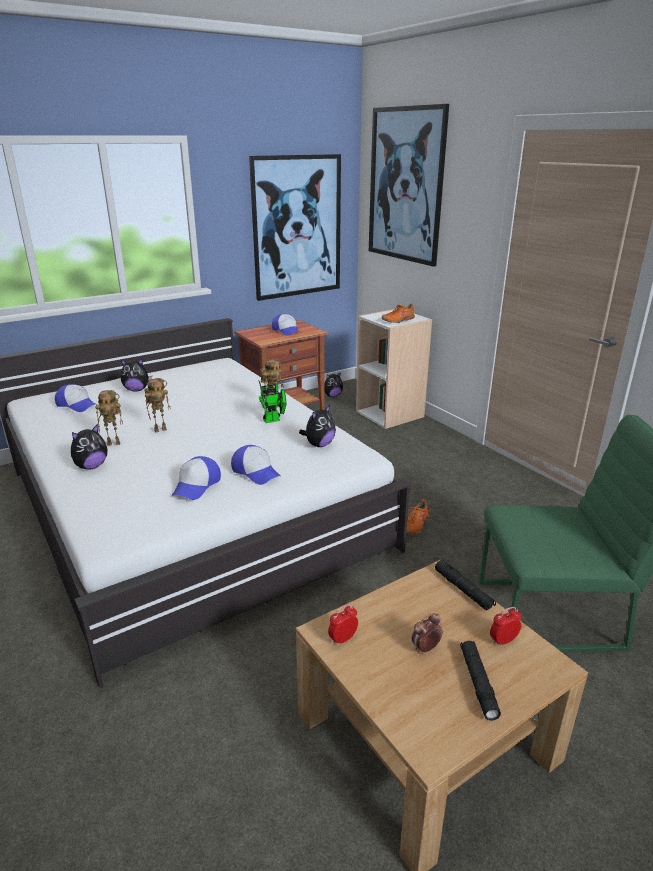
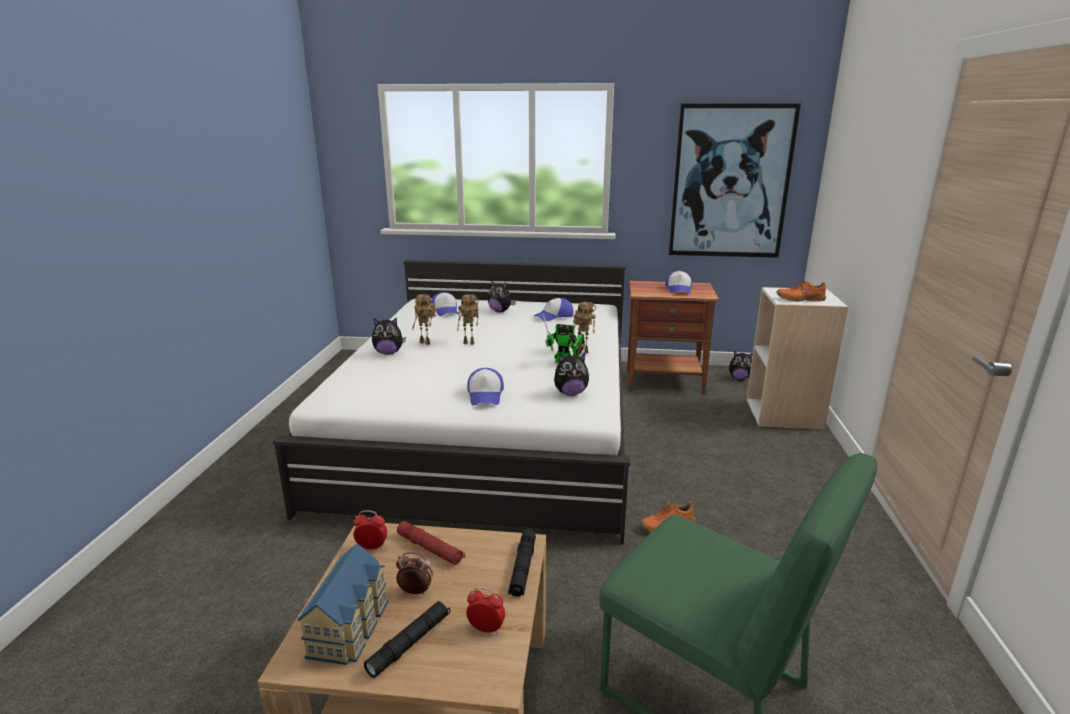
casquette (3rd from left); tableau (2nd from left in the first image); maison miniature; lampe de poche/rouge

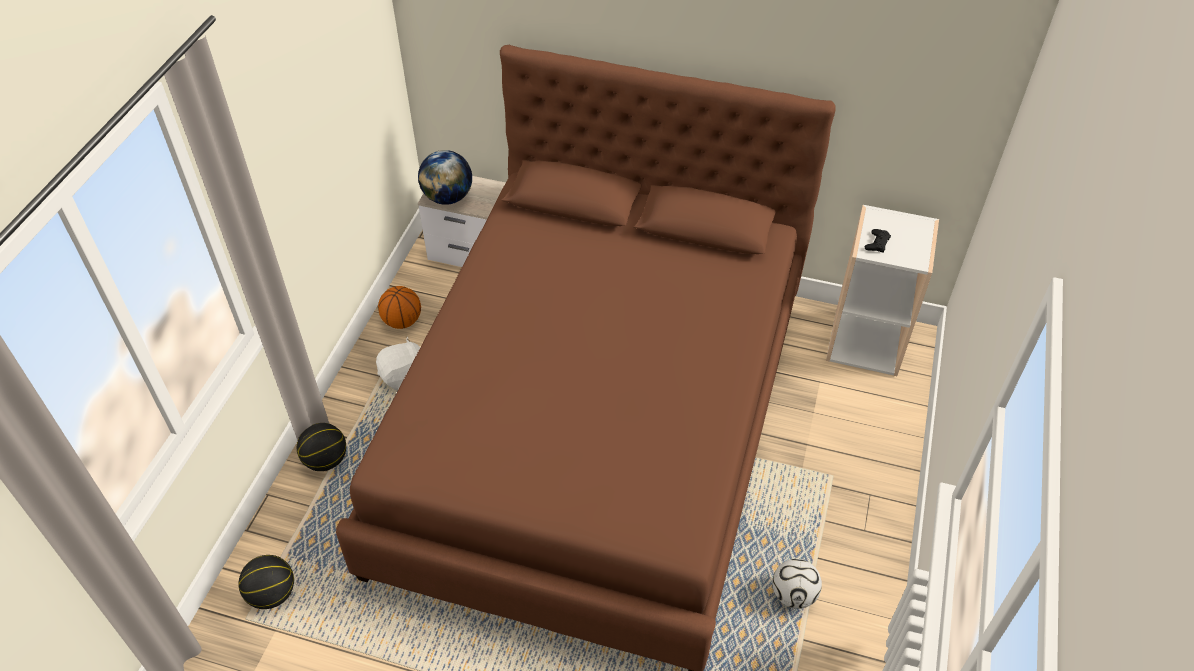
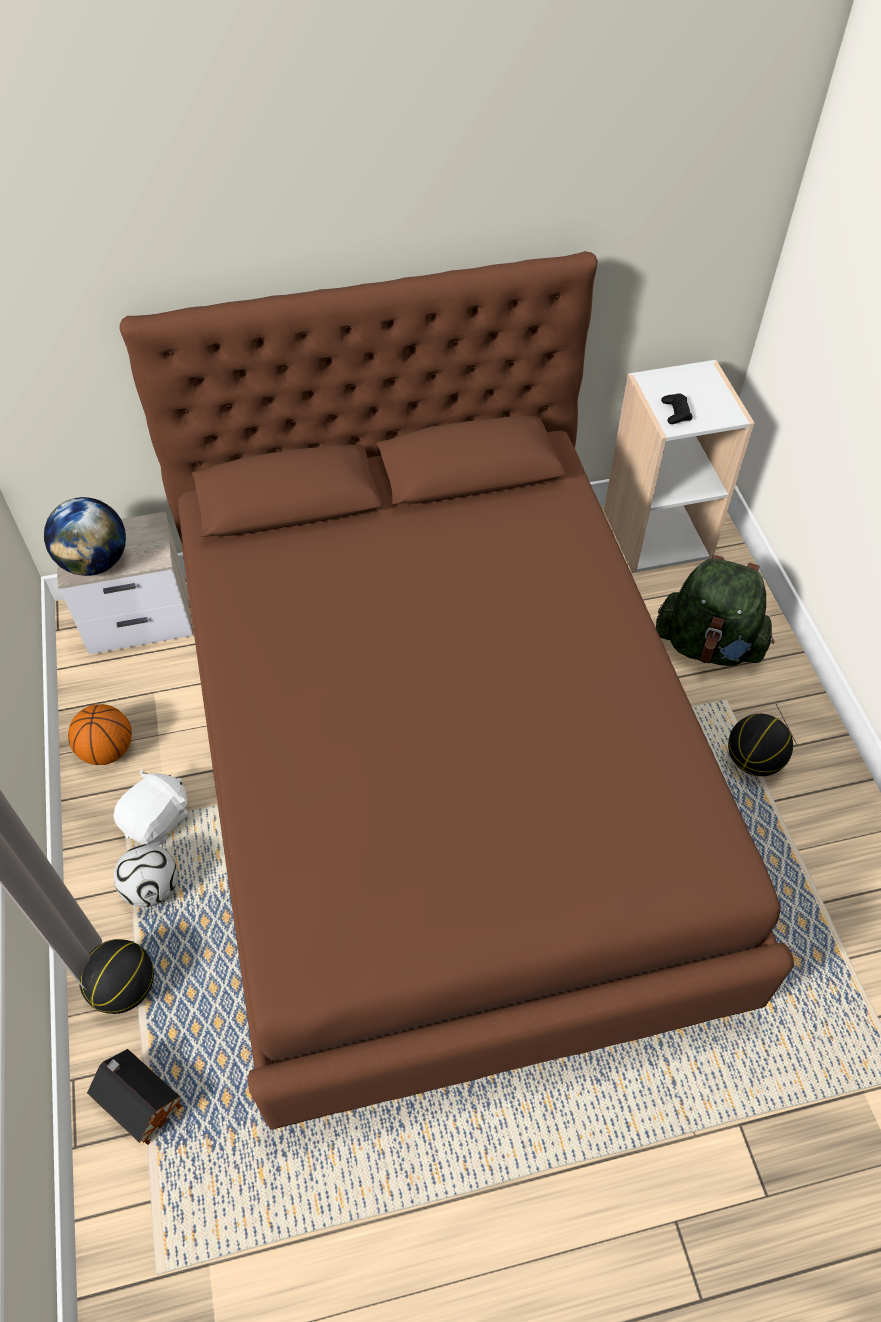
ballon de basket (3rd from left); ballon de foot; maison miniature; sac à dos/vert

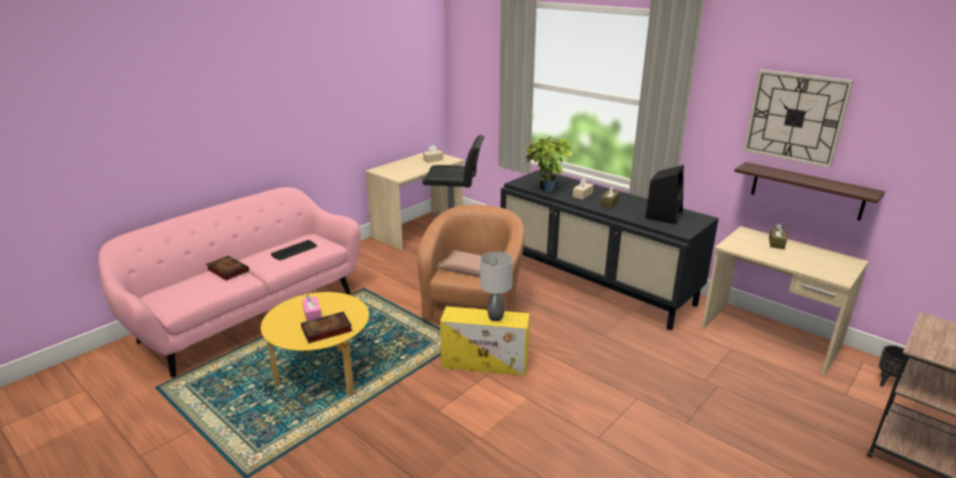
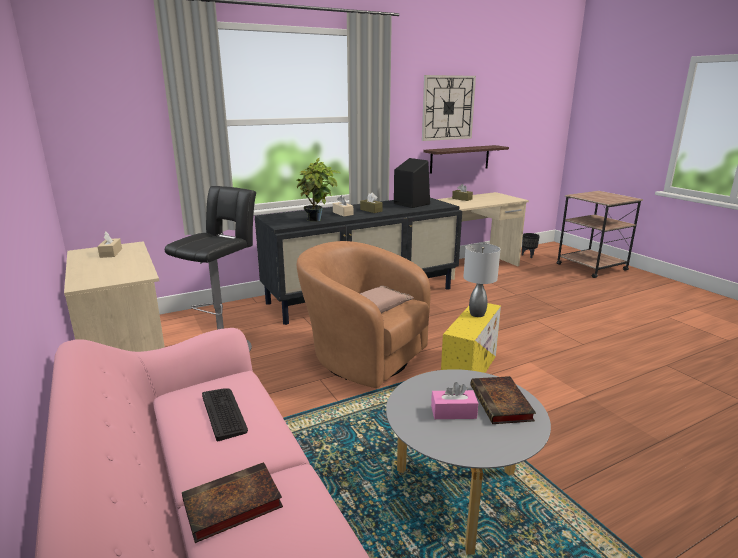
table basse/gris

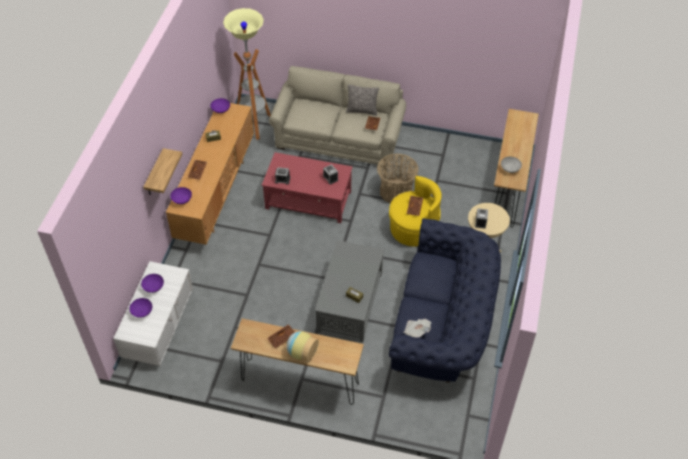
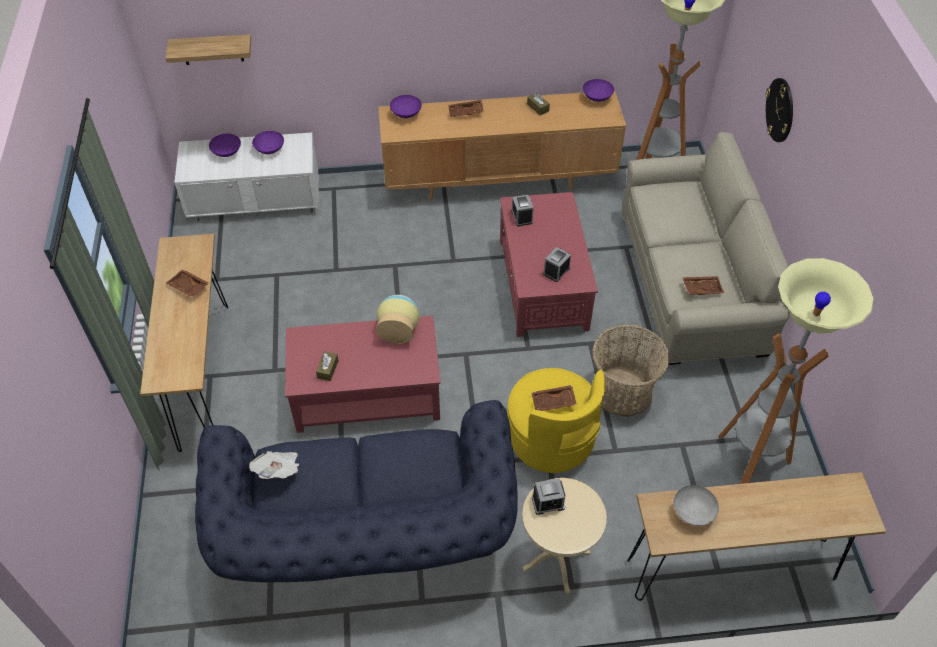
étagère; vase; table basse/rouge (1st from left); coussin; lampadaire (2nd from left); horloge murale

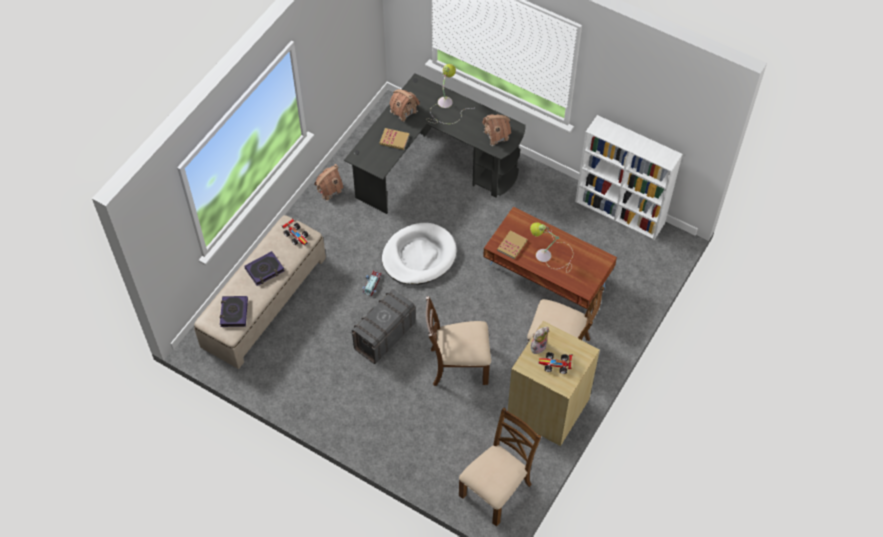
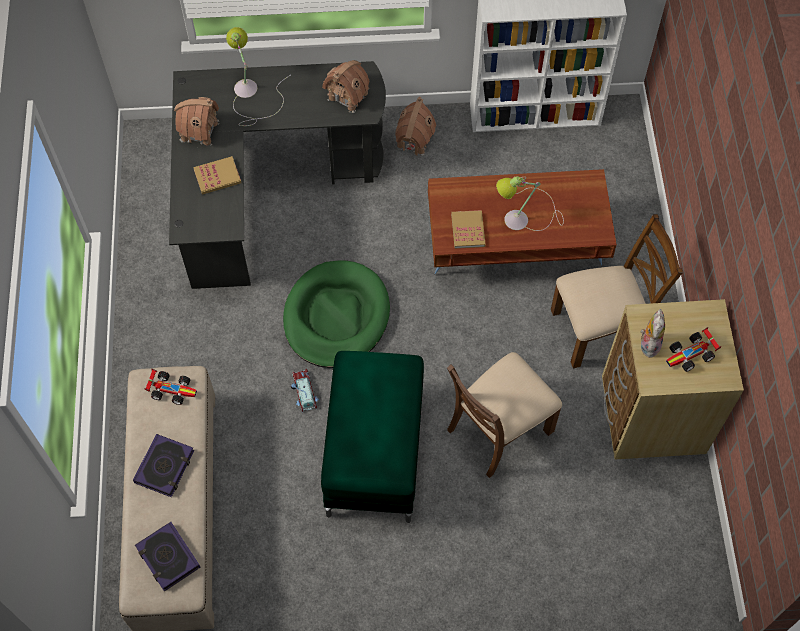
maison miniature (3rd from left); pouf/vert; panier pour chien/vert; chaise/marron (2nd from left in the first image)

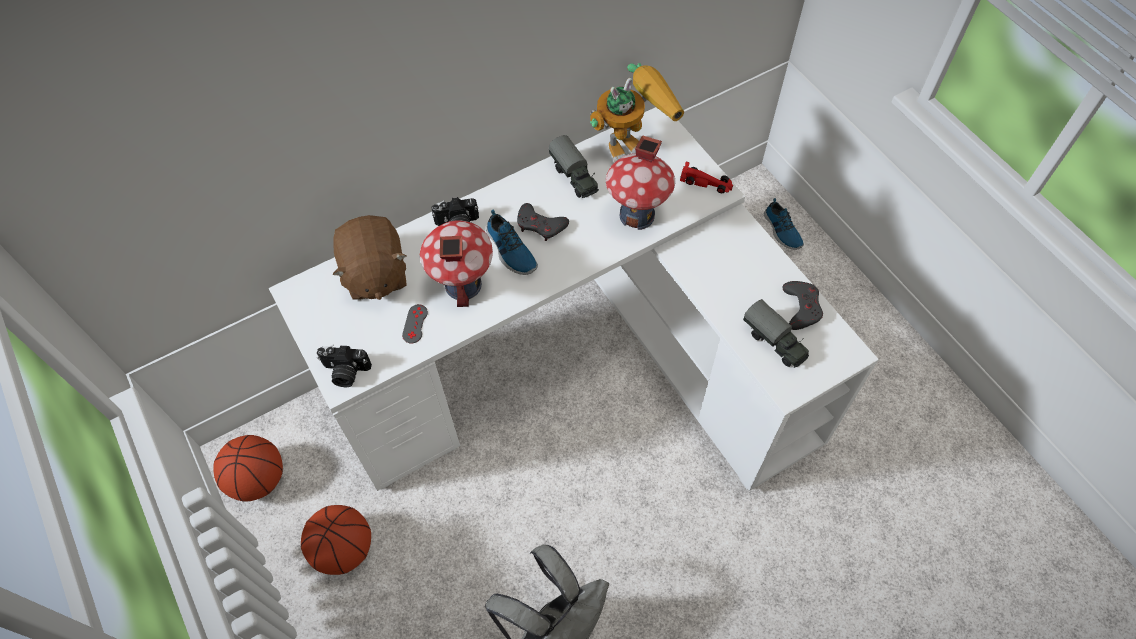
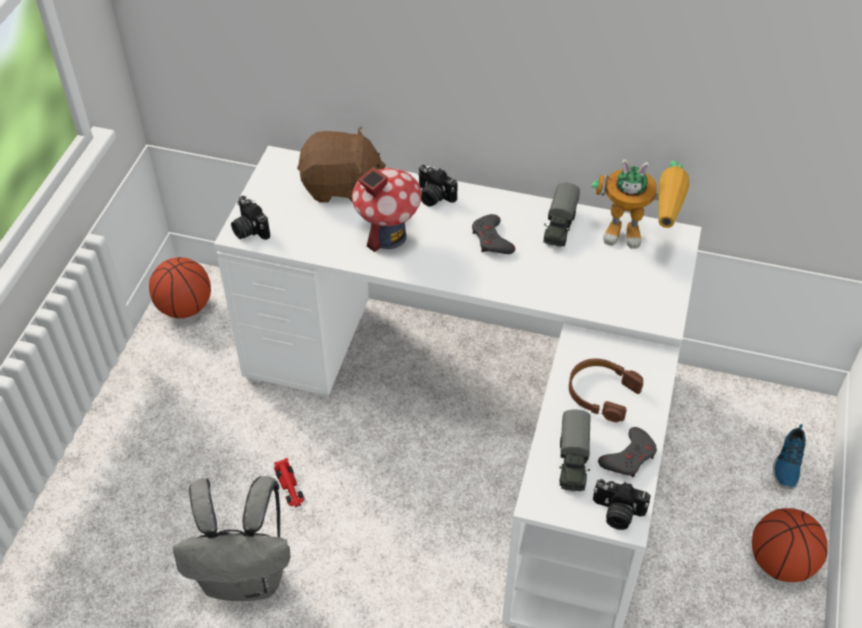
ballon de basket (2nd from left); peluche/marron; manette/gris (1st from left in the first image); chaussure (1st from left in the first image); maison miniature (2nd from left in the first image); petite voiture/rouge; casque audio/marron; appareil photo (3rd from left)

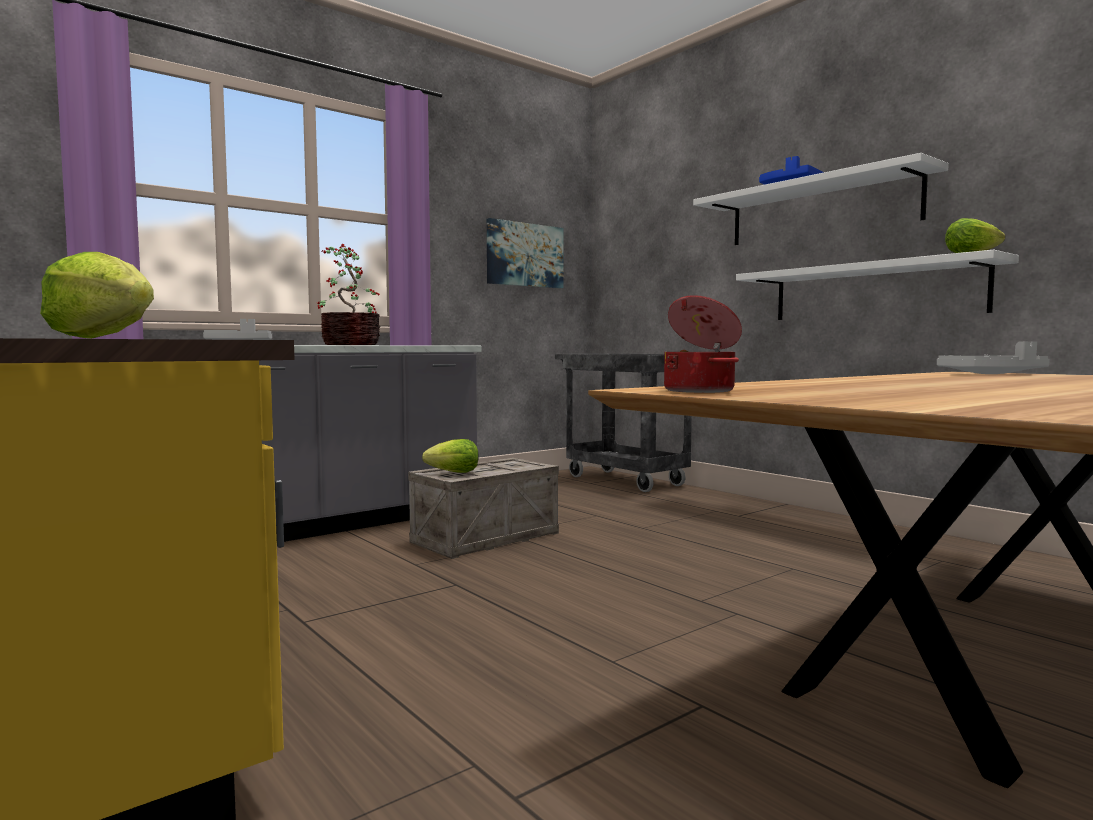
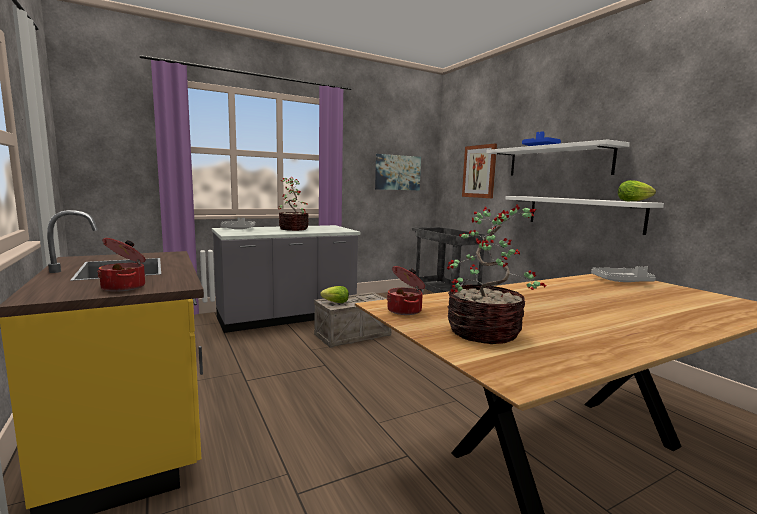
marmite (1st from left); plante en pot (2nd from left); tableau (2nd from left)

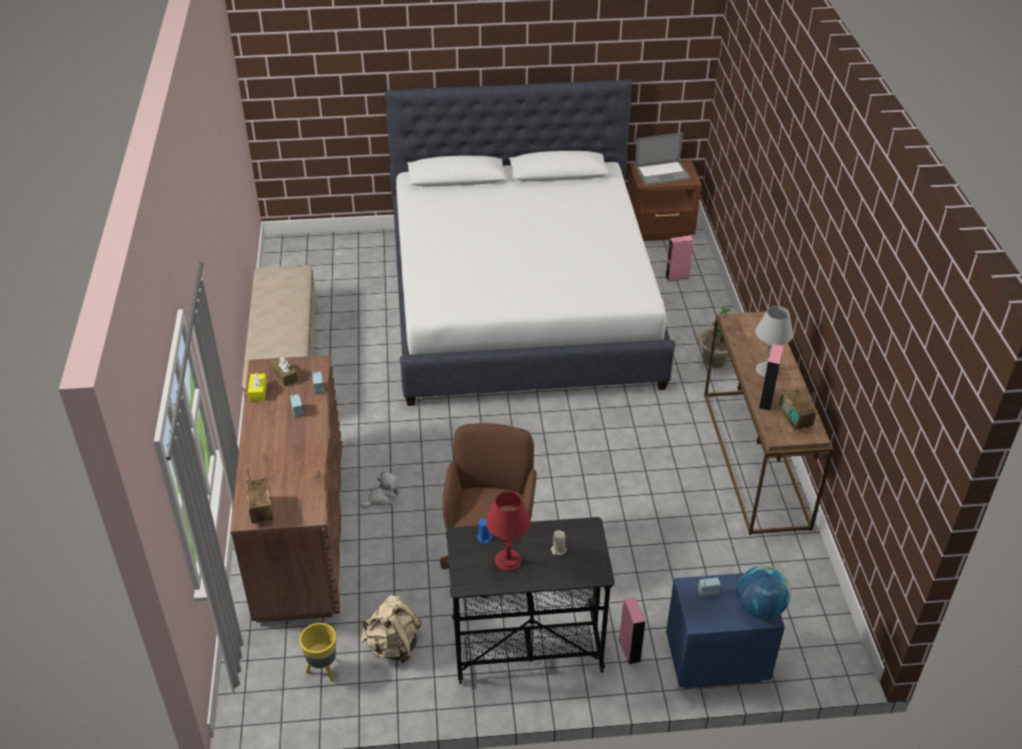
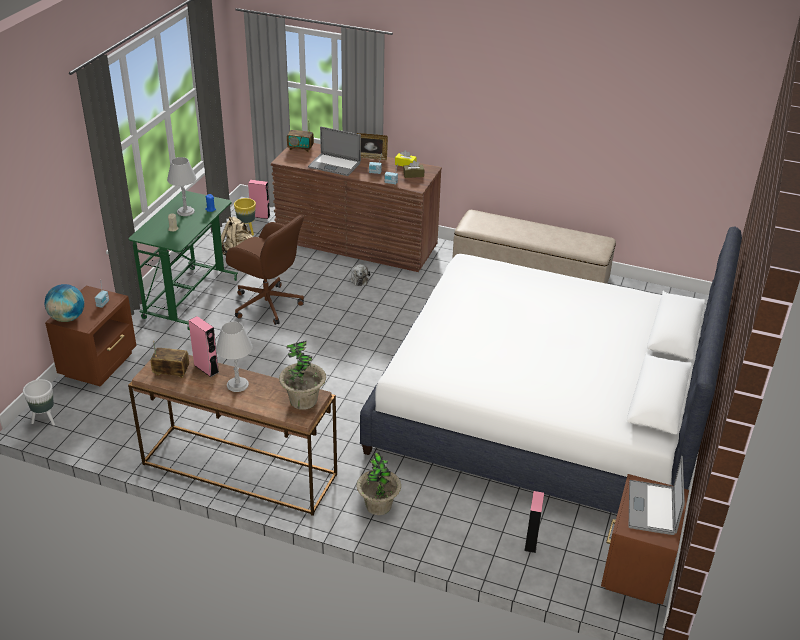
bureau/vert; lampe de table/gris (1st from left); enceinte/rose (2nd from left); table de chevet/marron (1st from left); cache-pot/blanc; plante en pot (1st from left); ordinateur portable (1st from left); cadre photo

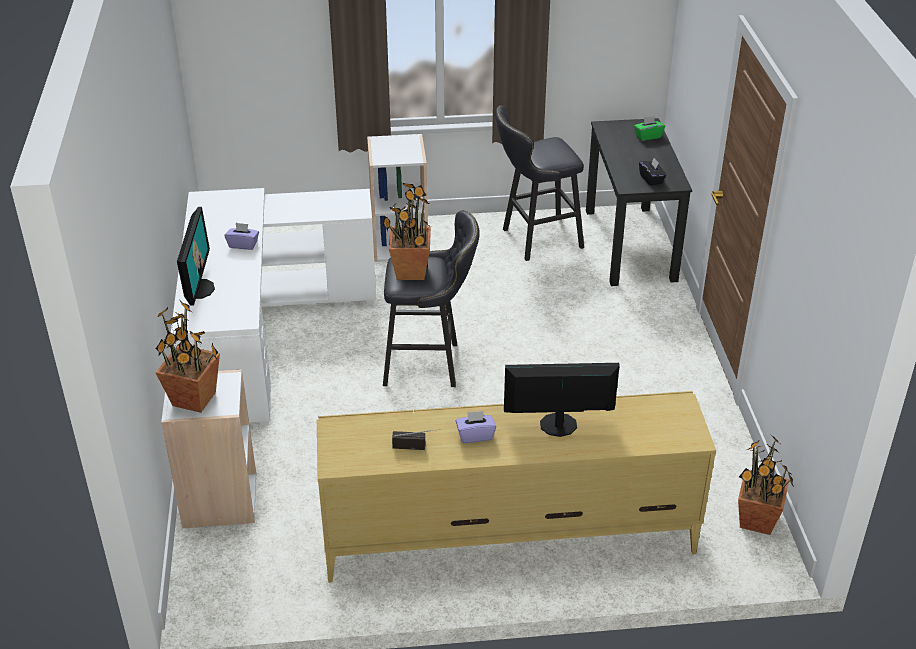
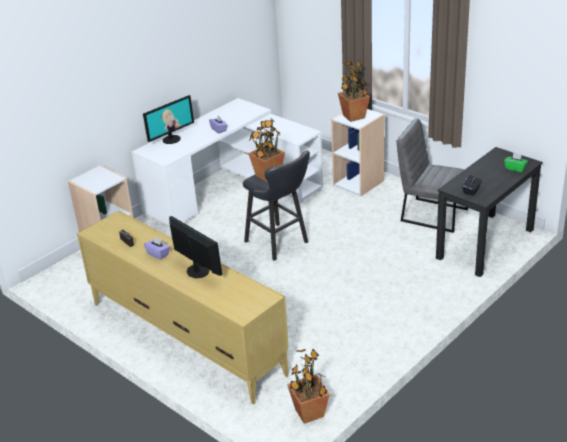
plante en pot (3rd from left); chaise/gris

